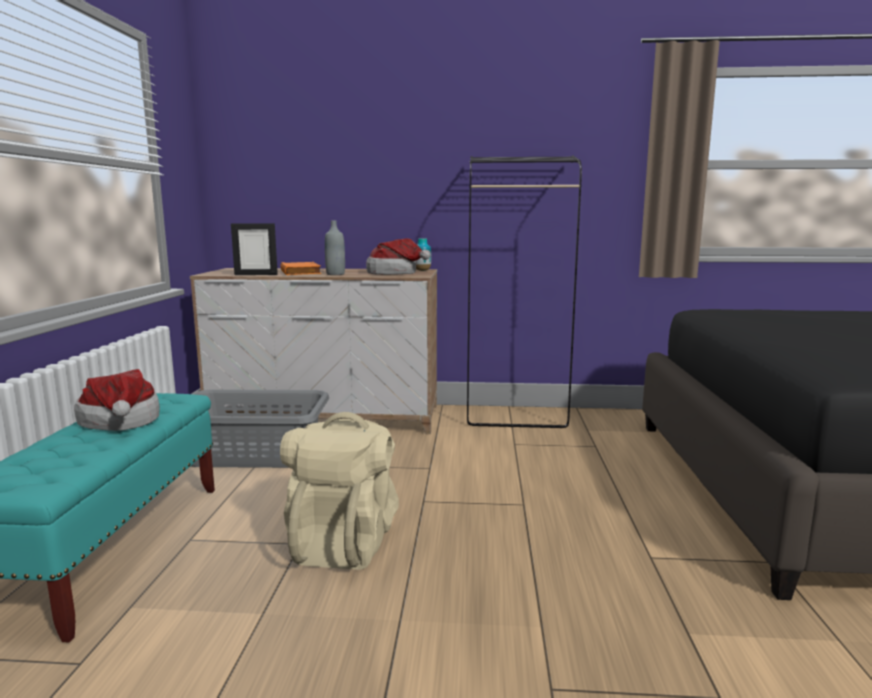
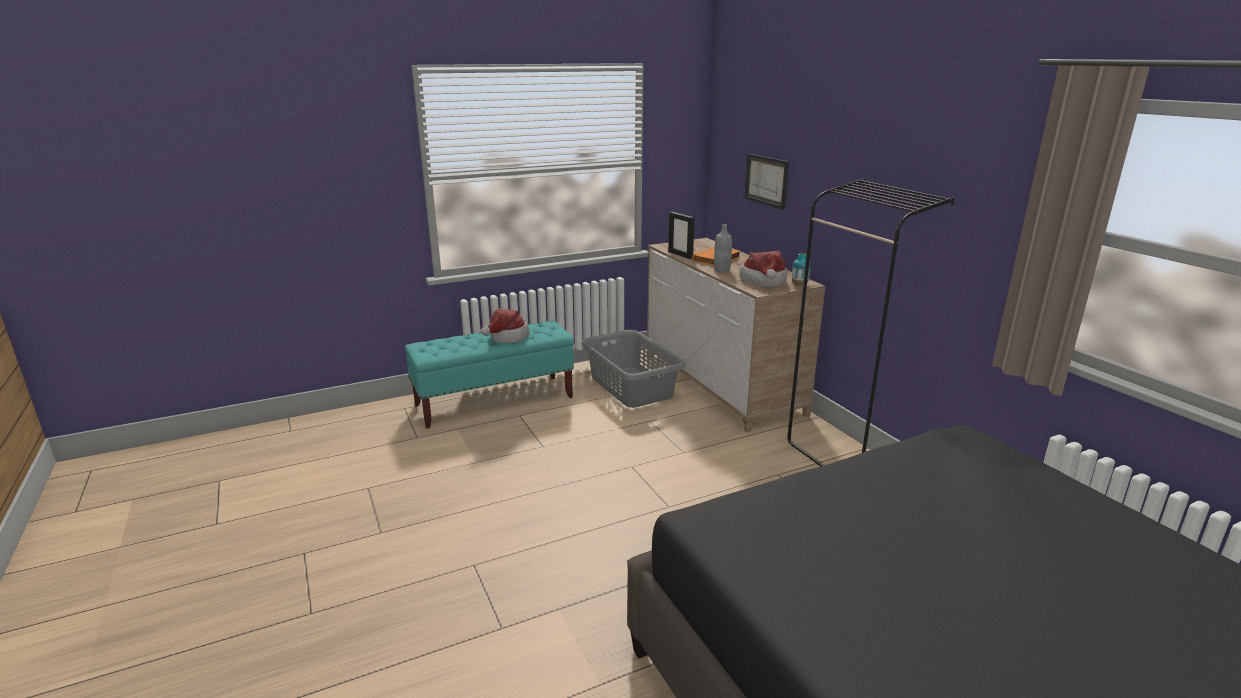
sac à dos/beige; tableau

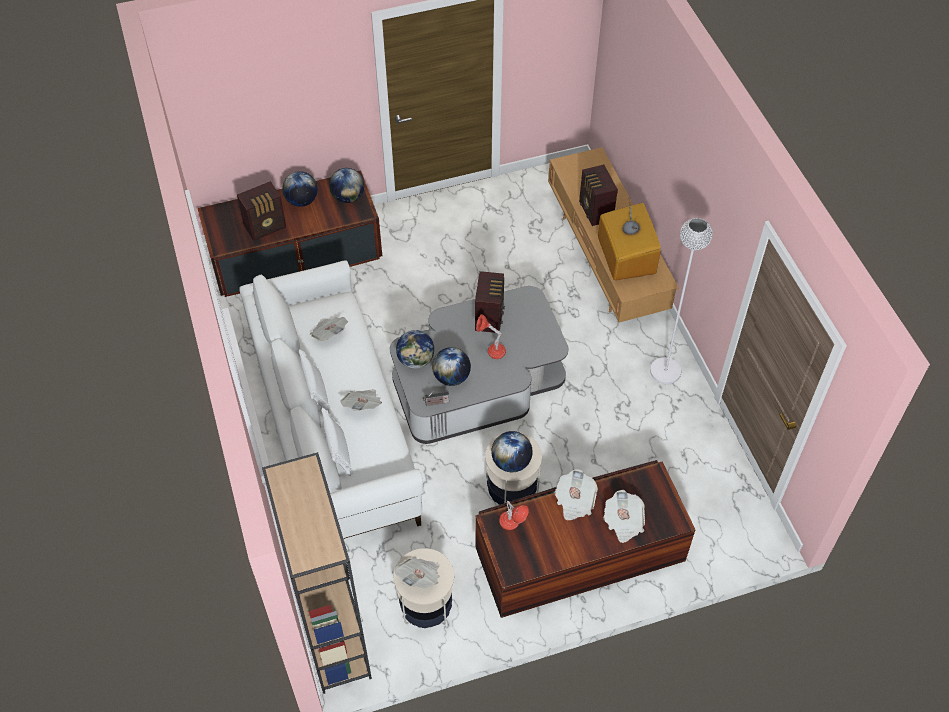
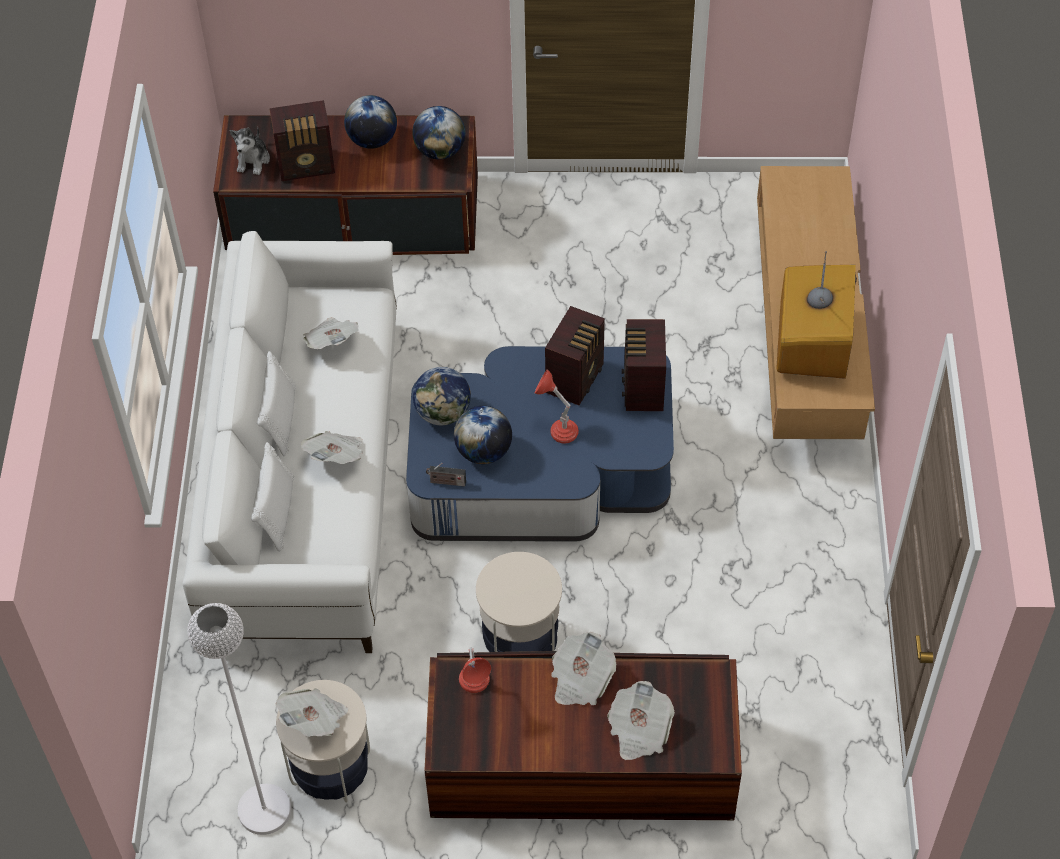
bibliothèque; table basse/bleu; globe (5th from left in the first image); radio (4th from left); lampadaire/blanc; peluche

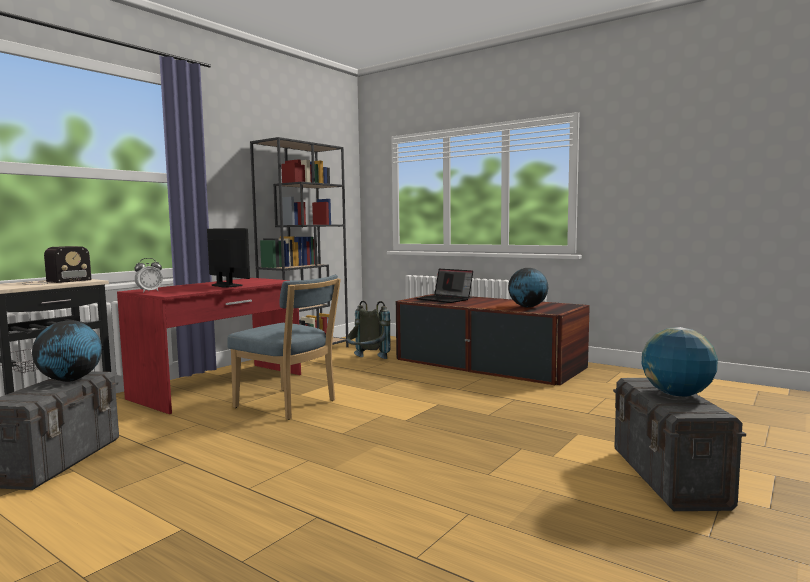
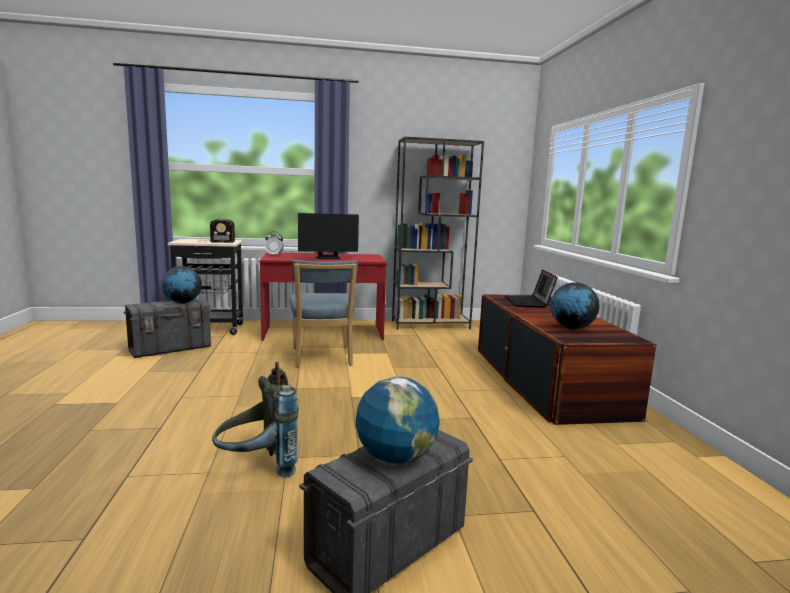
écran d'ordinateur; sac à dos/gris

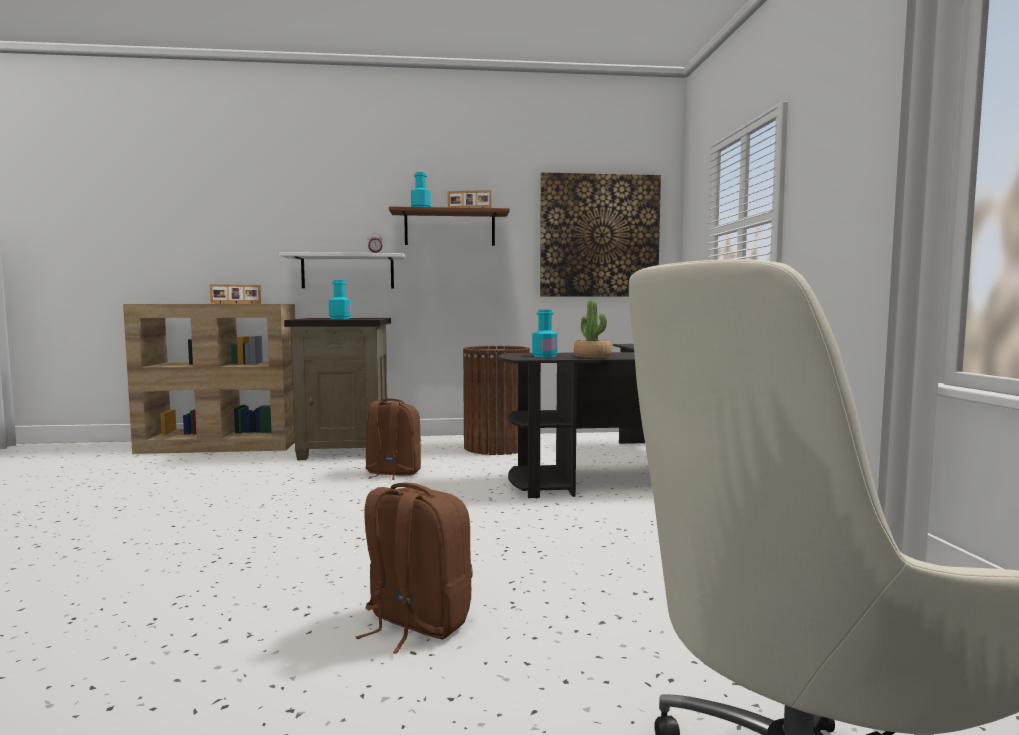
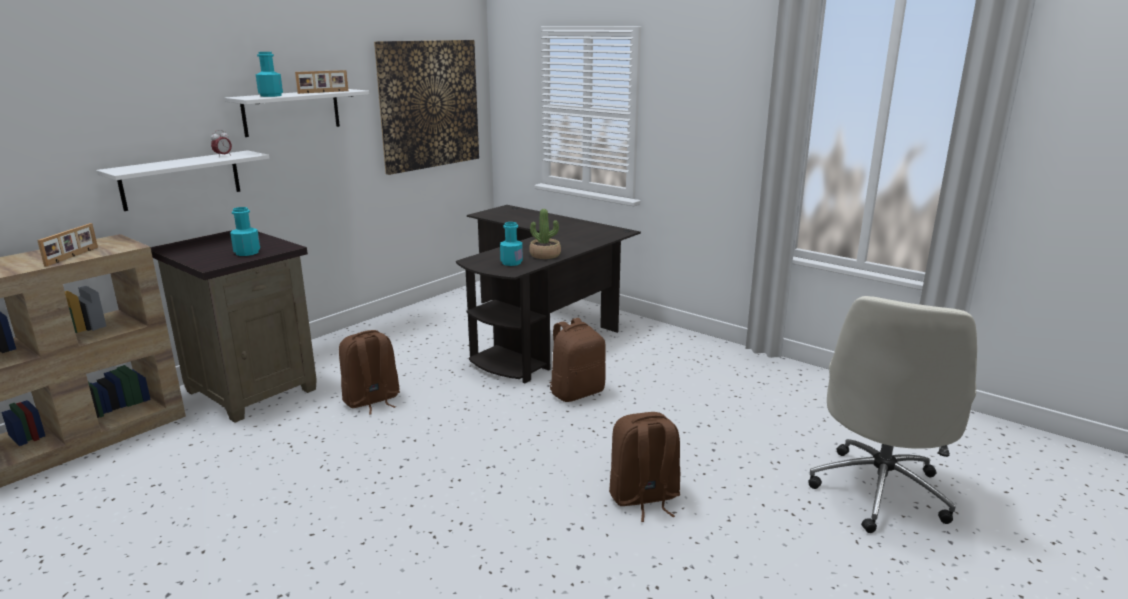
étagère/blanc (2nd from left); poubelle/marron; sac à dos/marron (2nd from left)

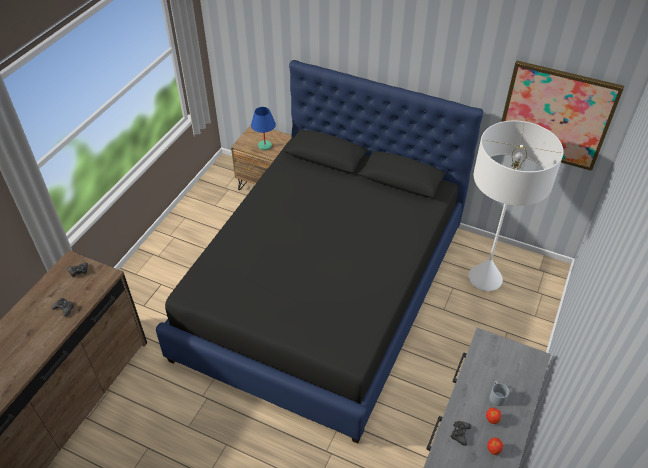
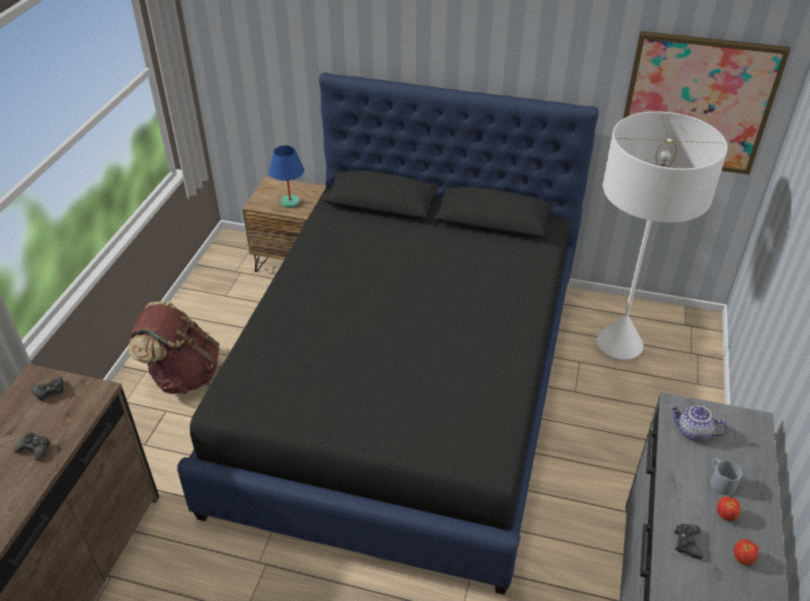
sac à dos/marron; théière

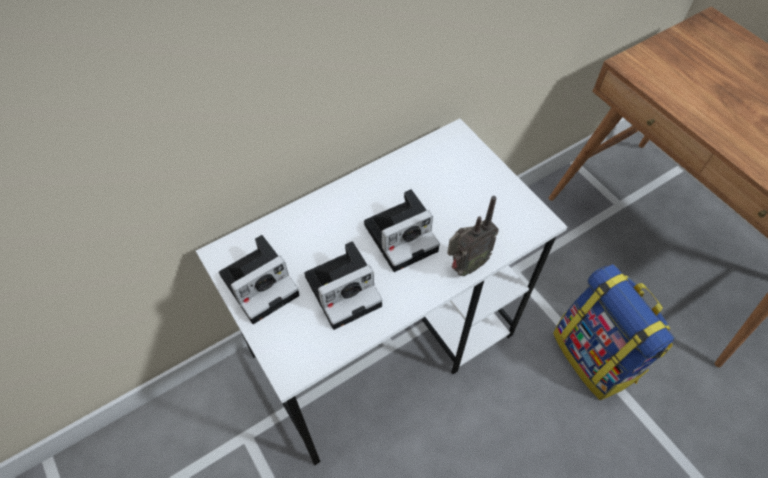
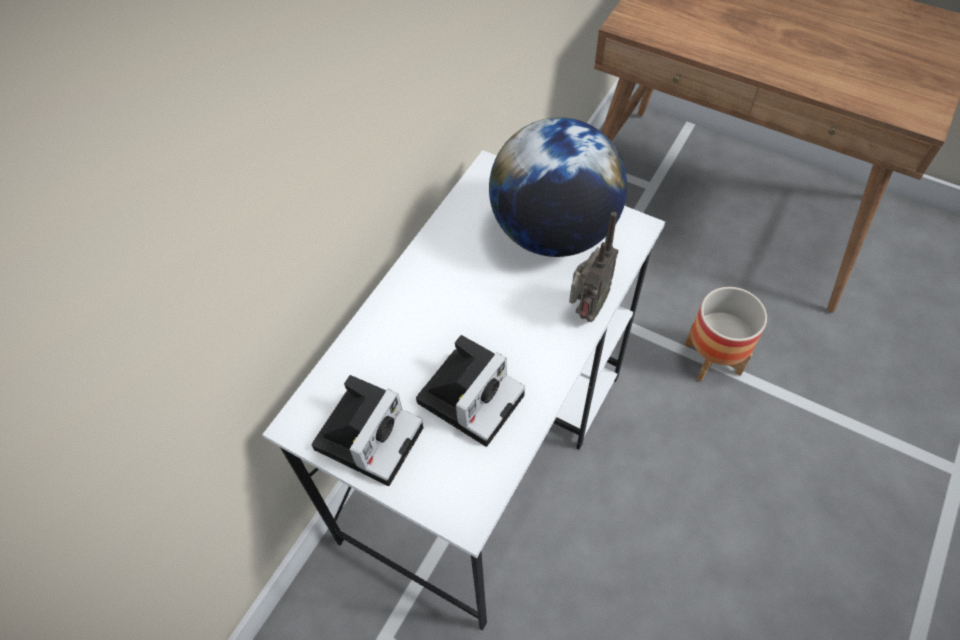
appareil photo (3rd from left in the first image); cache-pot; globe

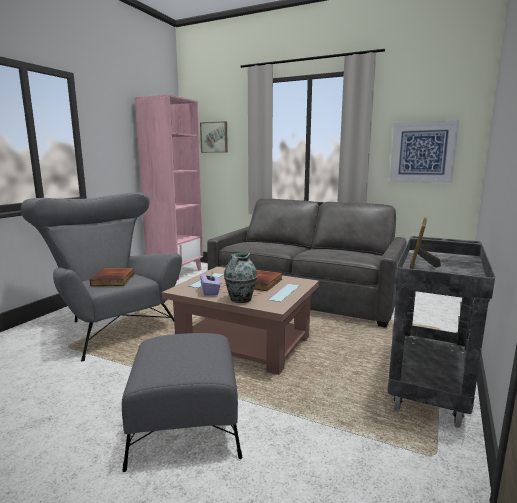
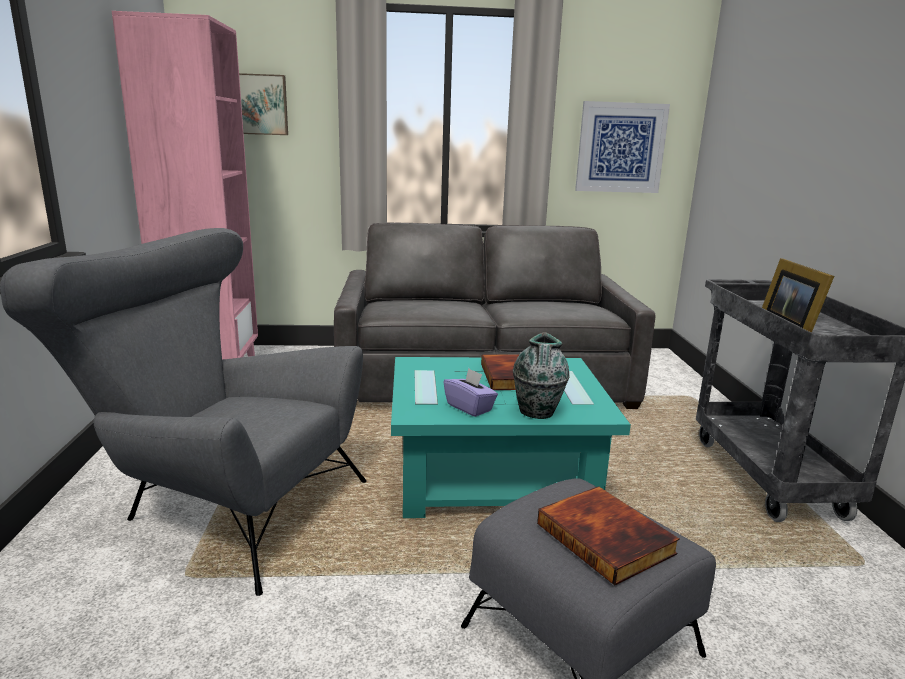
livre (2nd from left); table basse/turquoise

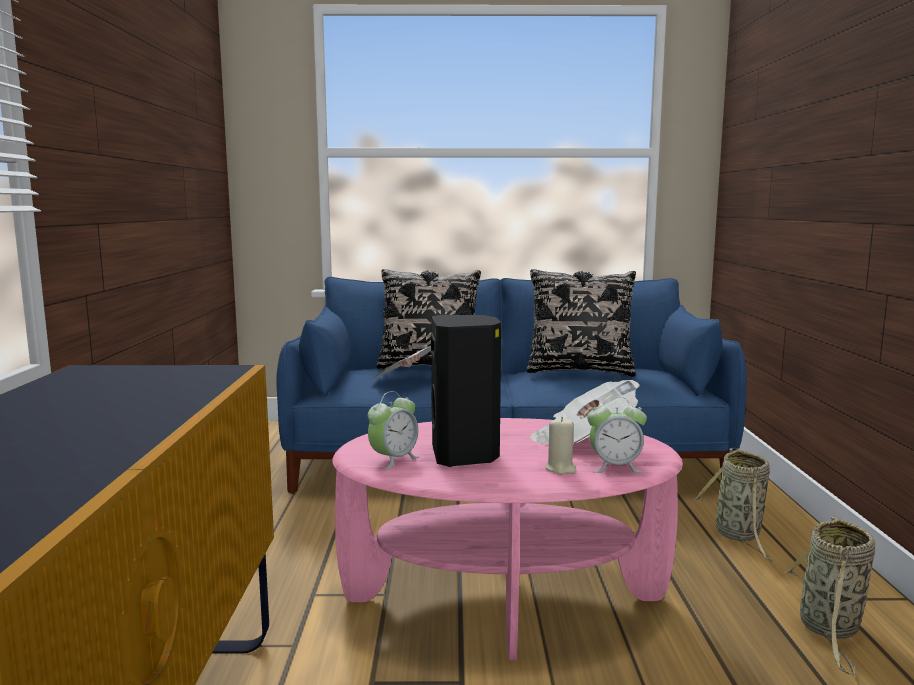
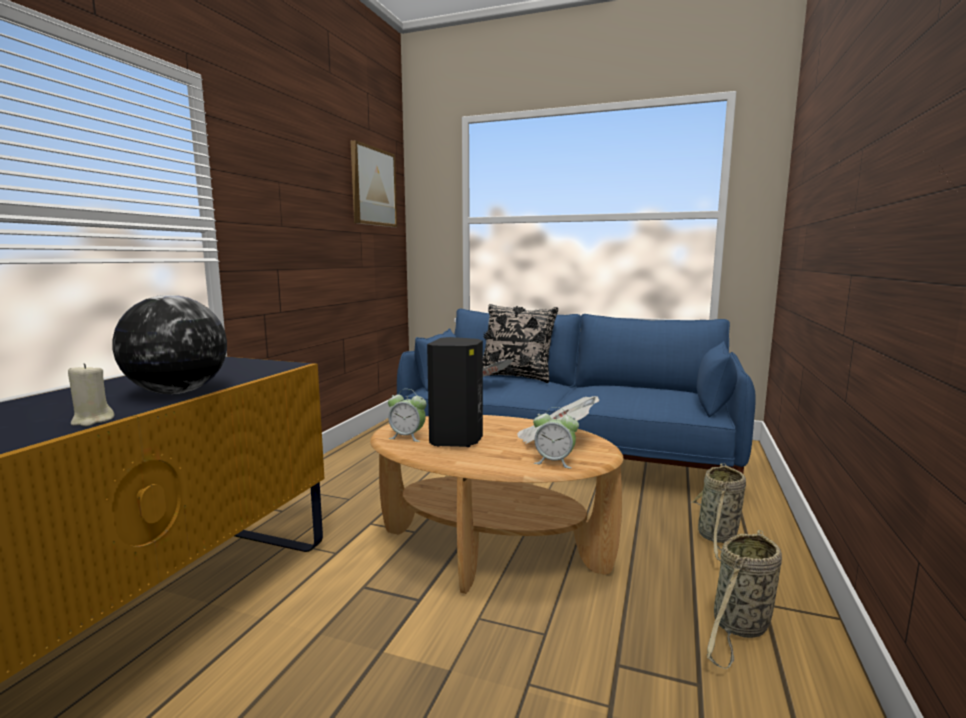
table basse/marron; réveil (1st from left); coussin/noir (2nd from left in the first image); bougie/beige; globe; tableau

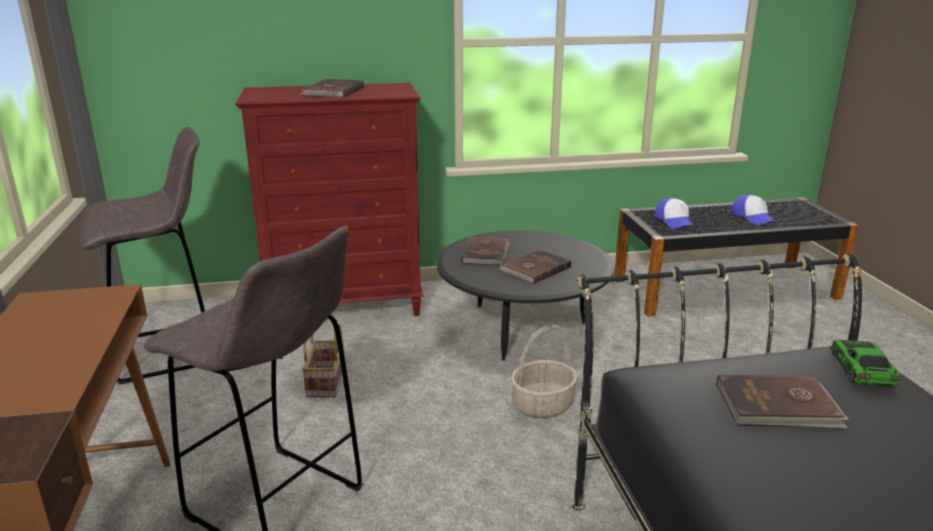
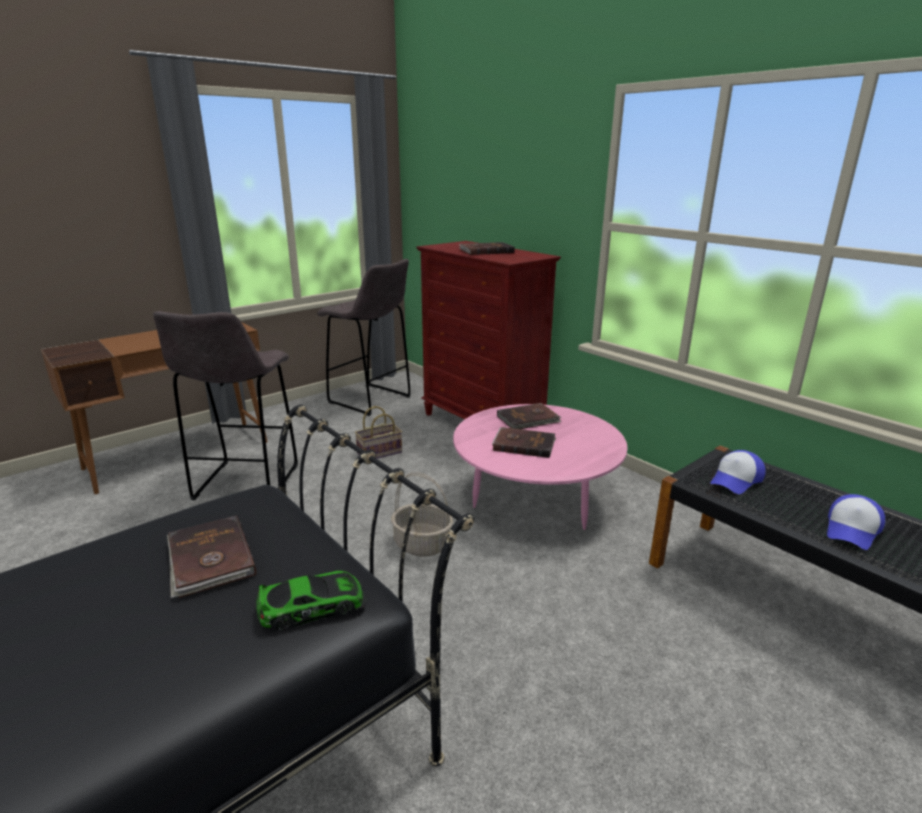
table basse/rose

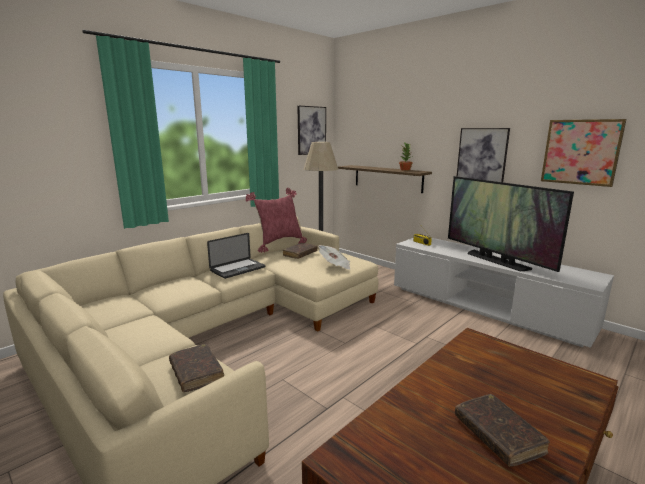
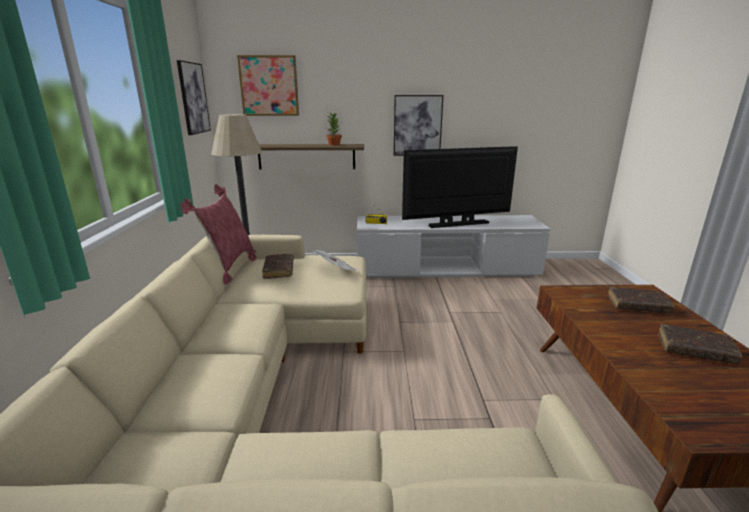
livre/marron (2nd from left); ordinateur portable; téléviseur; tableau (2nd from left)

